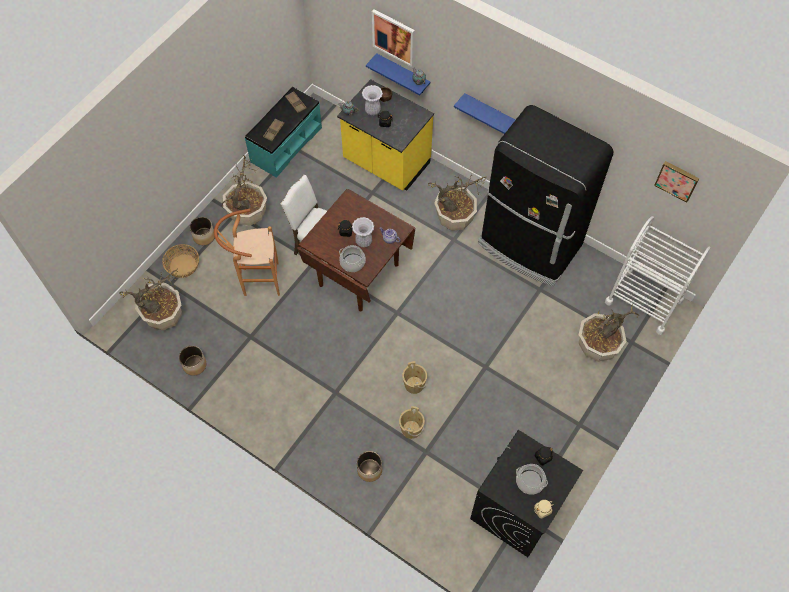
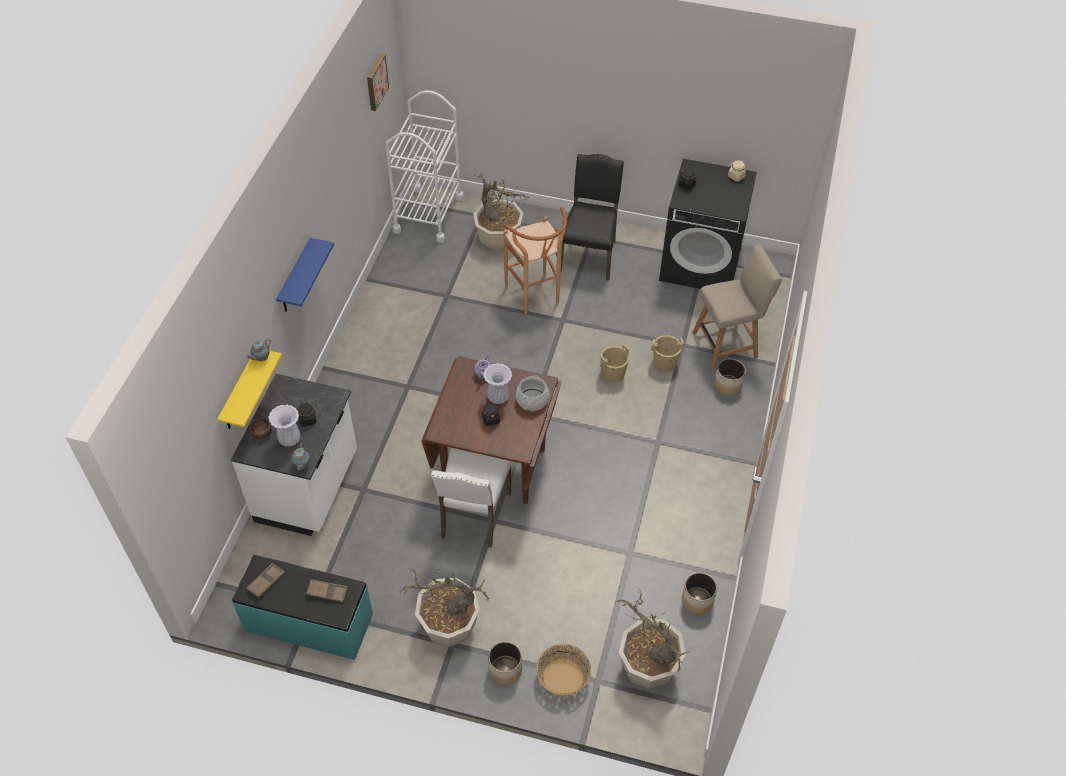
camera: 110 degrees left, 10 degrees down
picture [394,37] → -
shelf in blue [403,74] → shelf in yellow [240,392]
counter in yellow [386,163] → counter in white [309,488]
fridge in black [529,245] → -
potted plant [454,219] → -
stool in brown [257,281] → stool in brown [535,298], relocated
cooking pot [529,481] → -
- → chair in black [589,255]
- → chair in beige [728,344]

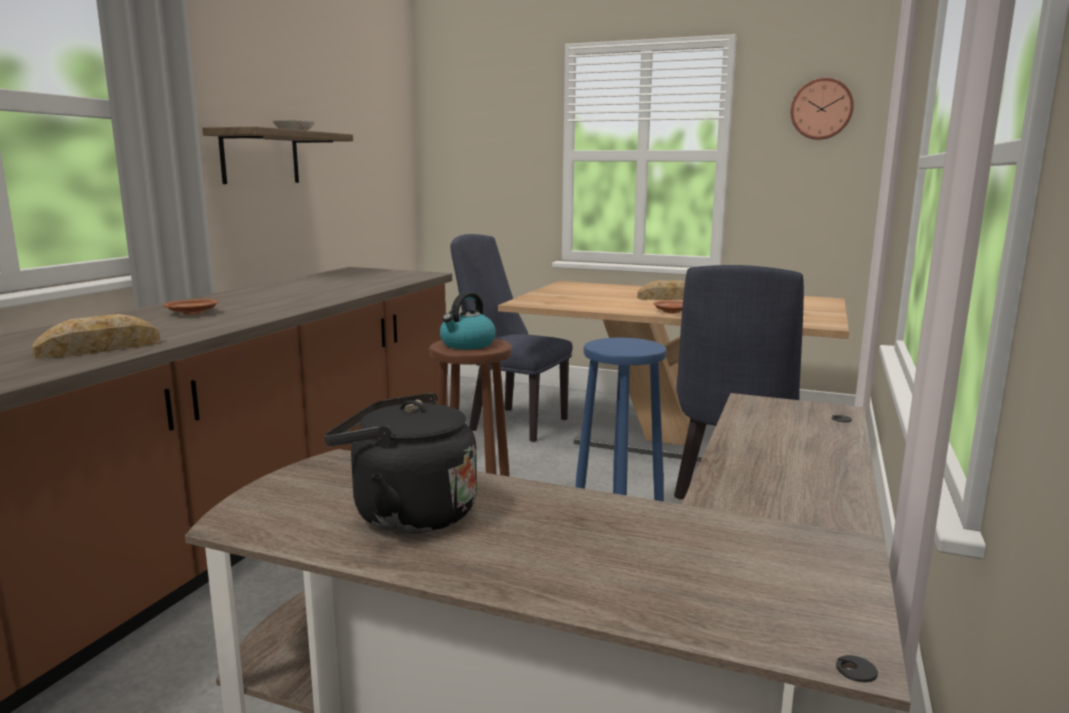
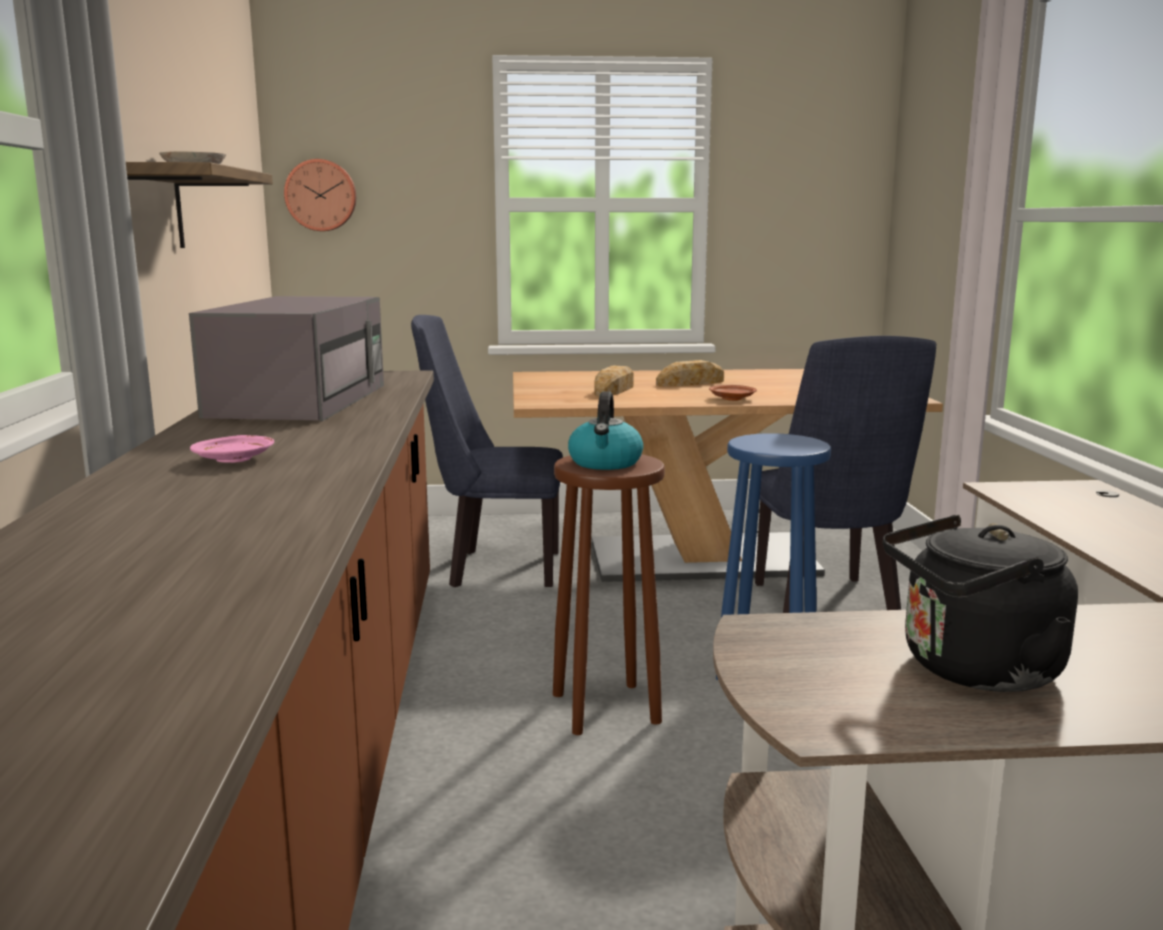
camera: 25 degrees left, 0 degrees up
wall clock [821,109] → wall clock [321,195], relocated
plate in brown [193,313] → plate in pink [235,460]
bread [99,348] → bread [613,390], relocated
- → microwave in grey [300,400]

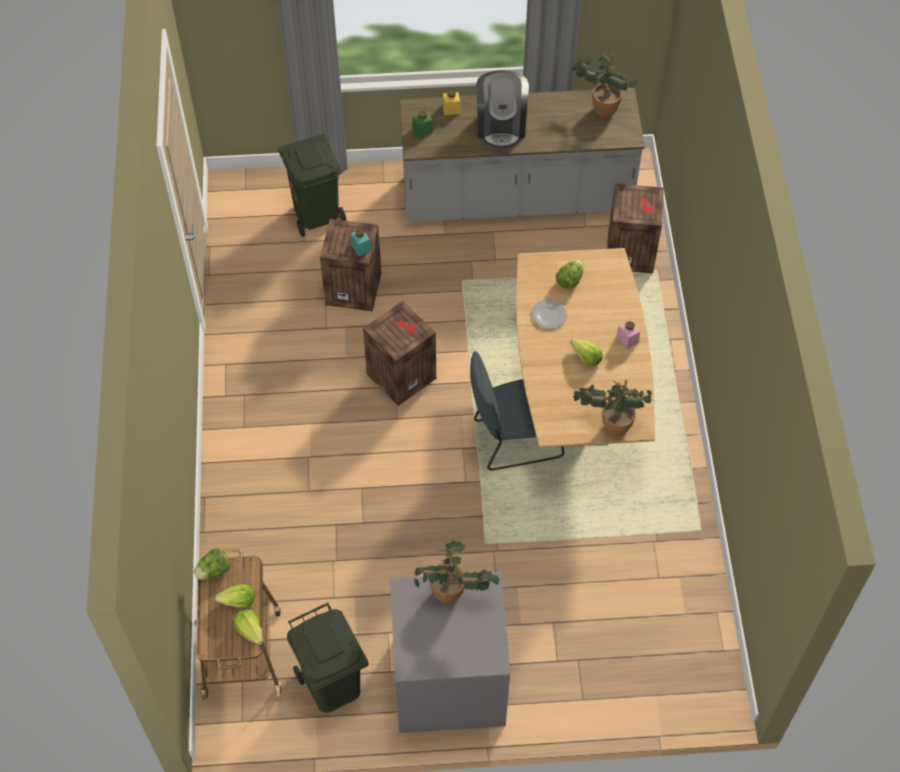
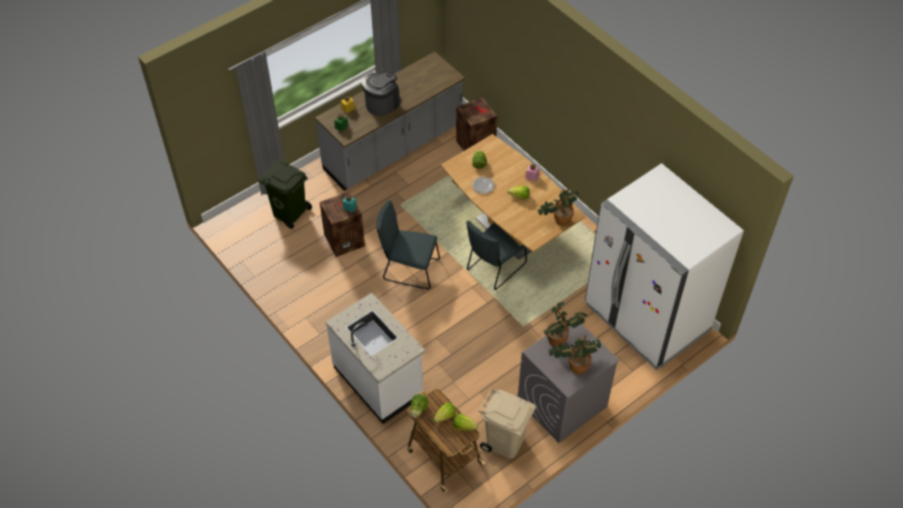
camera: 35 degrees left, 5 degrees down
potted plant [601,107] → potted plant [574,367], relocated
coffee machine [501,126] → coffee machine [382,103], 105 degrees counterclockwise
crate [401,375] → chair in grey [408,269]
trash can in green [331,685] → trash can in beige [504,442]
- → fridge in white [646,318]
- → counter in white [379,380]

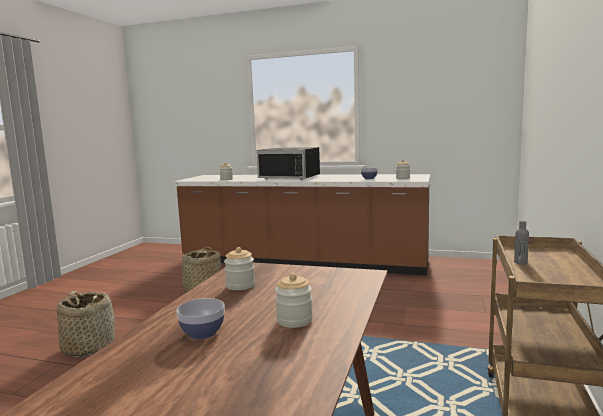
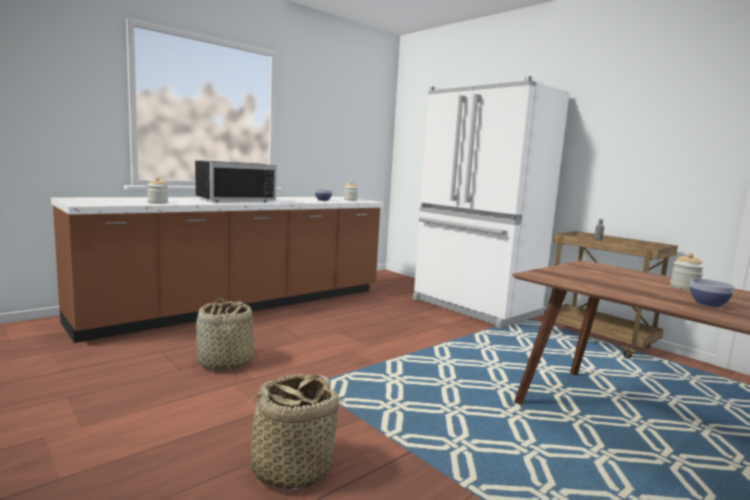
camera: 60 degrees left, 0 degrees up
jar [240,285] → -
- → fridge in white [473,308]

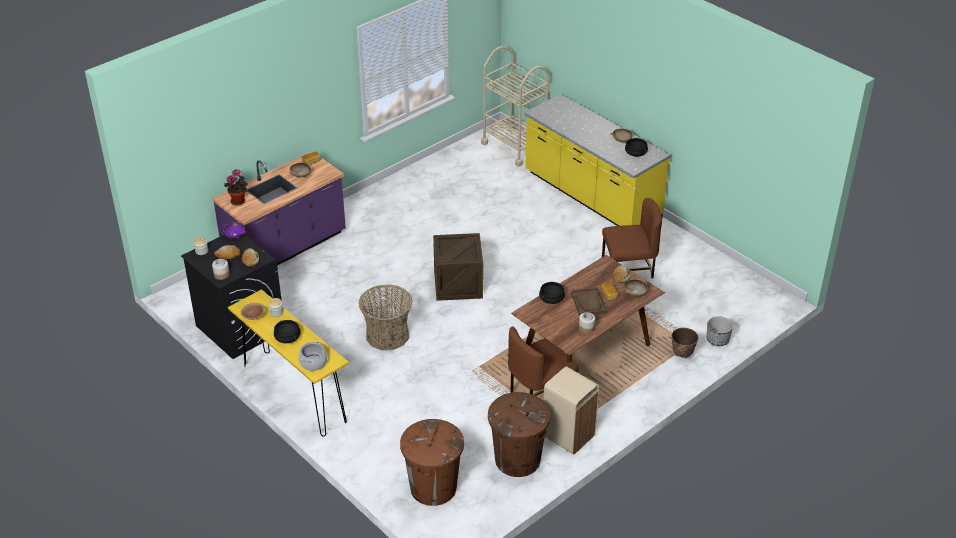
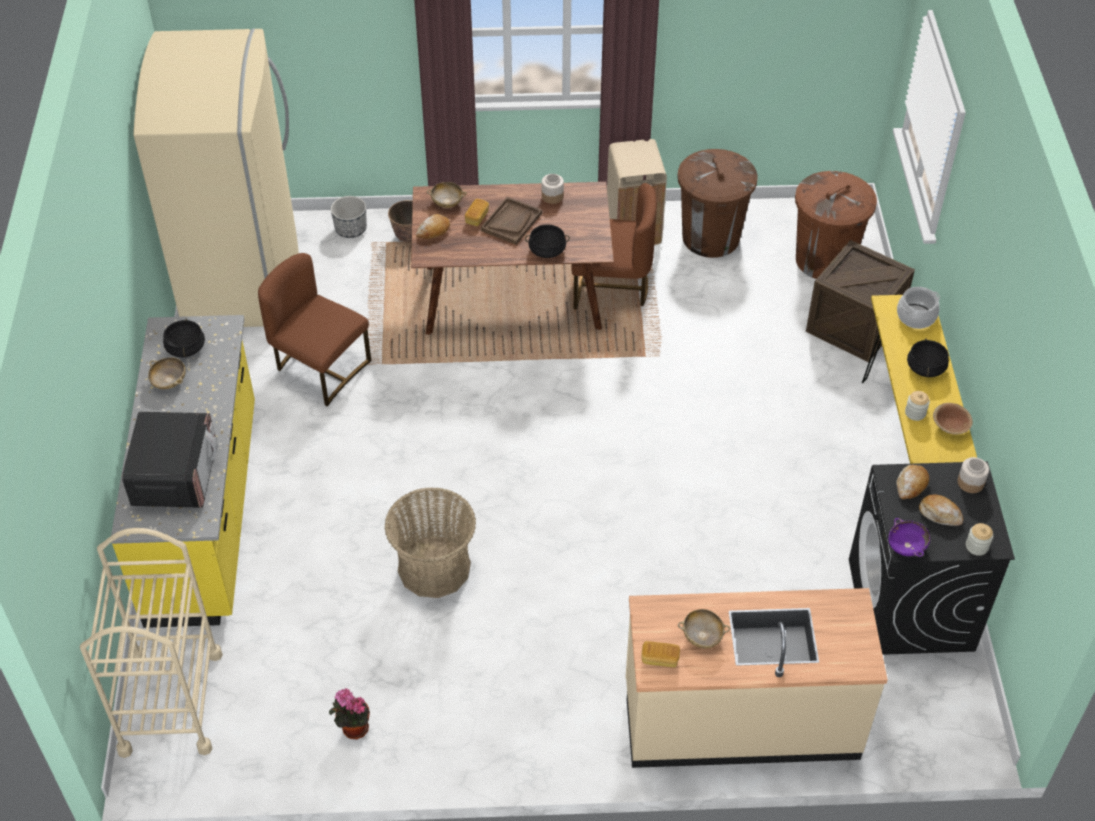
camera: 140 degrees left, 10 degrees up
counter in purple [286,249] → counter in beige [740,719]
potted plant [239,201] → potted plant [353,728], relocated
crate [458,284] → crate [854,325], relocated
basket [387,335] → basket [434,568], relocated
- → fridge in beige [243,276]
- → microwave [175,475]

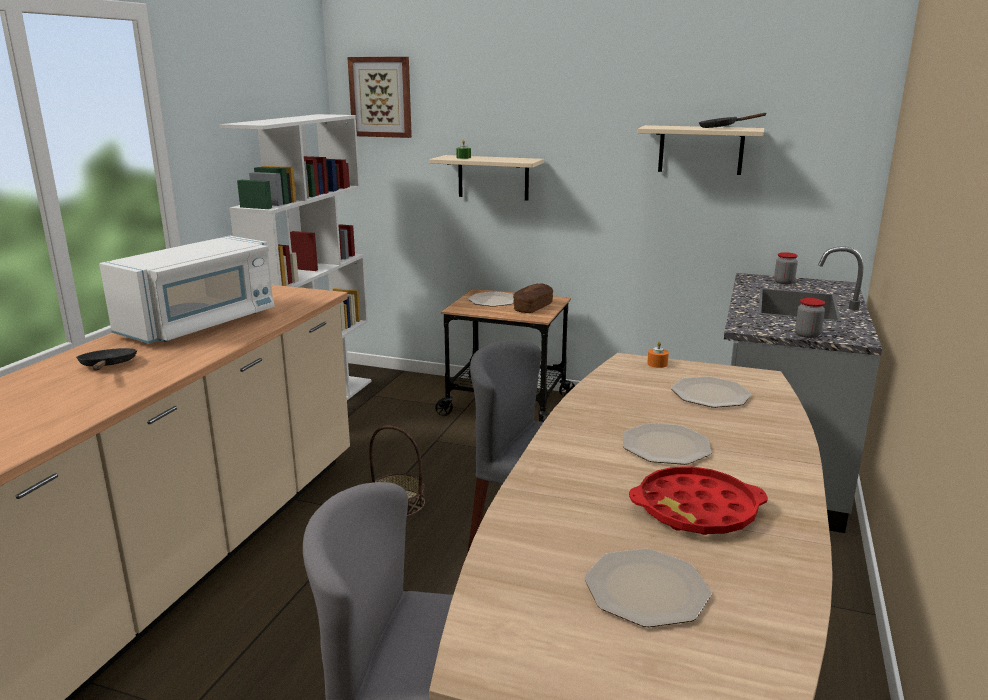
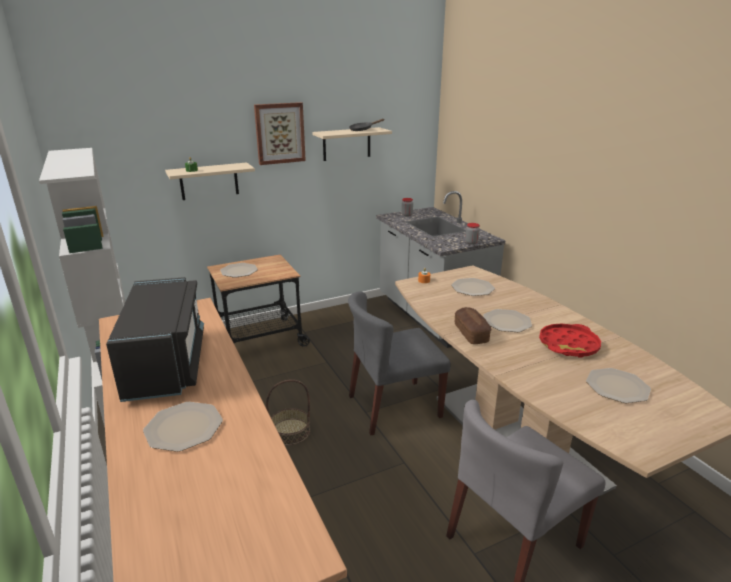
camera: 45 degrees left, 5 degrees up
picture [381,97] → picture [279,133], relocated
microwave in white [200,324] → microwave in black [166,363]
bread [533,307] → bread [471,333], relocated
frying pan in black [108,366] → plate [184,427]

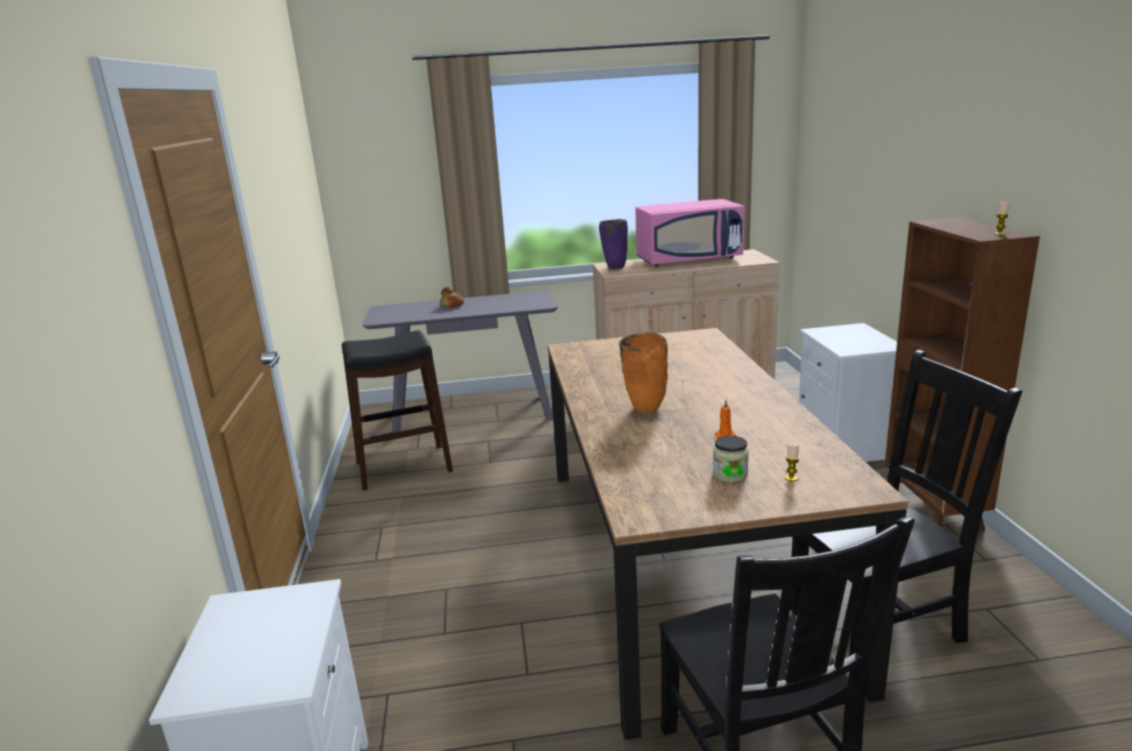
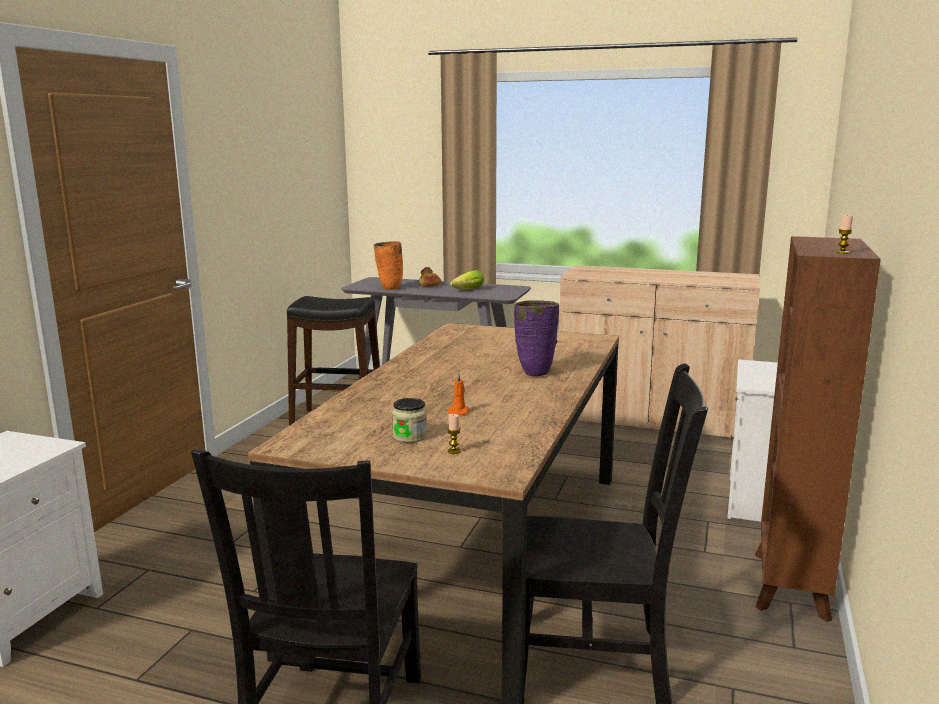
camera: 25 degrees right, 5 degrees down
microwave in pink [689,260] → -
vase in purple [615,267] → vase in purple [536,373], relocated
vase in orange [644,410] → vase in orange [389,288], relocated
- → lettuce [466,290]

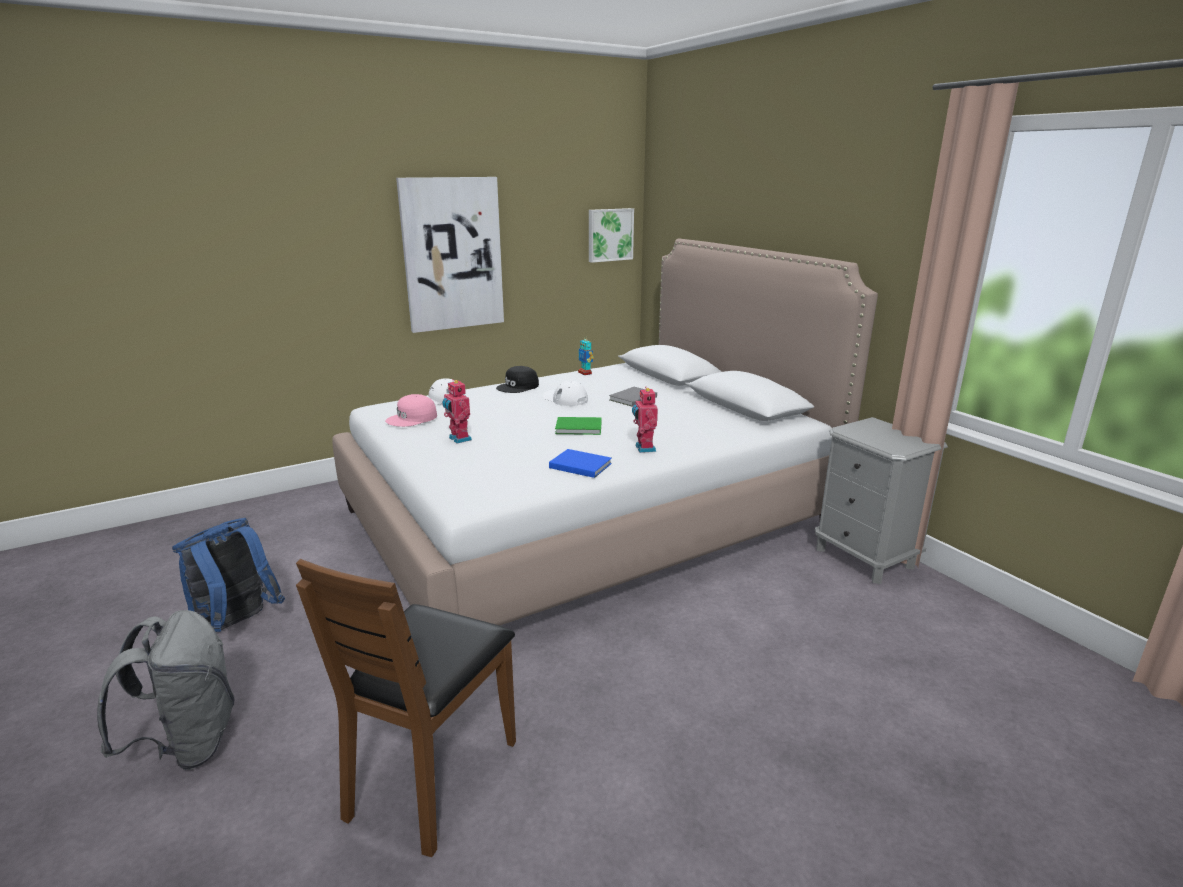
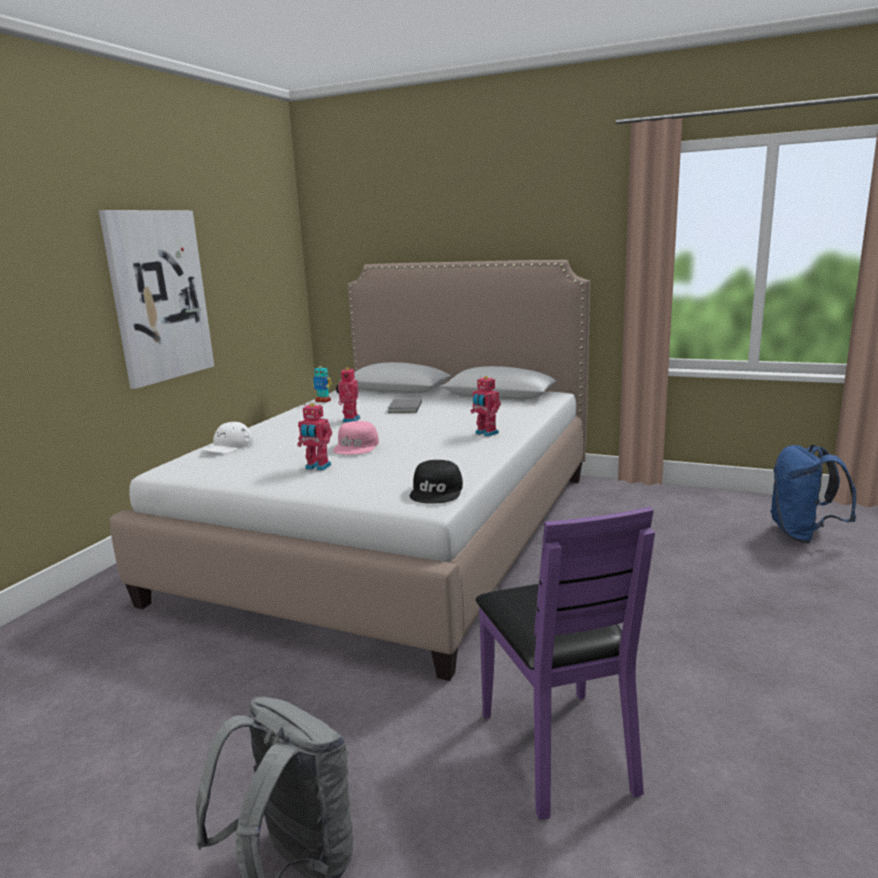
camera: 35 degrees left, 5 degrees down
picture [609,235] → -
cap in black [518,387] → cap in black [437,491], relocated
cap in white [565,399] → toy robot [350,420]
cap in pink [412,418] → cap in pink [357,446], relocated
book in green [580,428] → -
nightstand in grey [864,558] → -
book in blue [579,465] → -
backpack in blue [236,625] → backpack in blue [803,534], relocated
chair in brown [432,776] → chair in purple [558,749]

